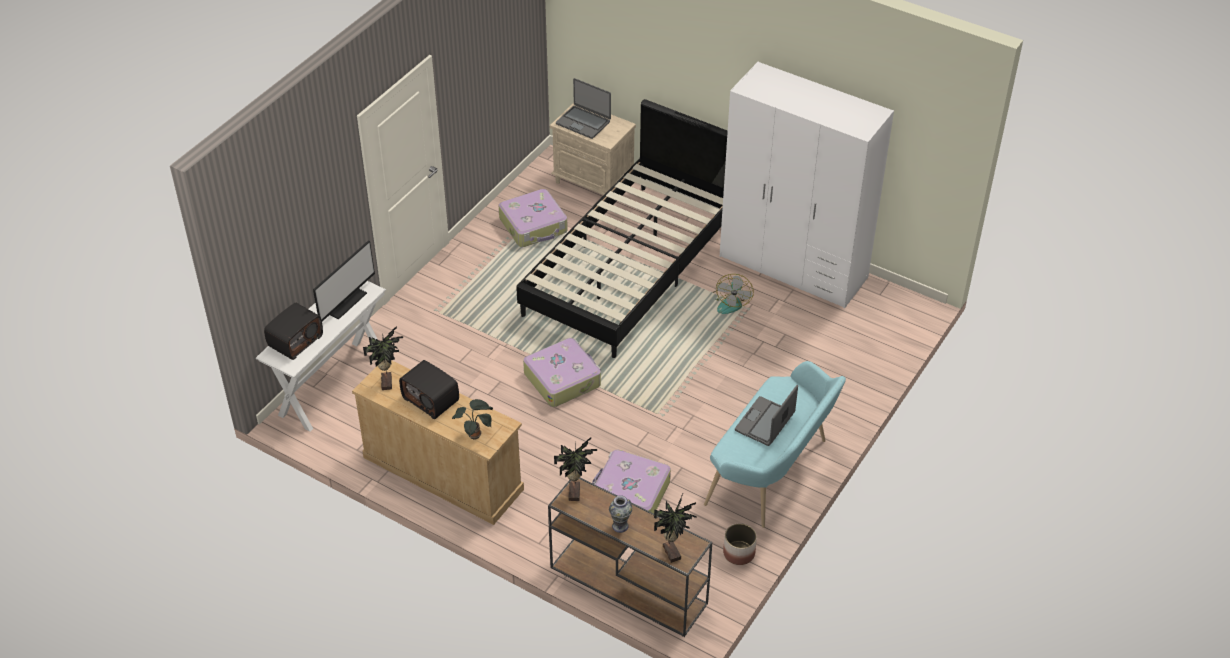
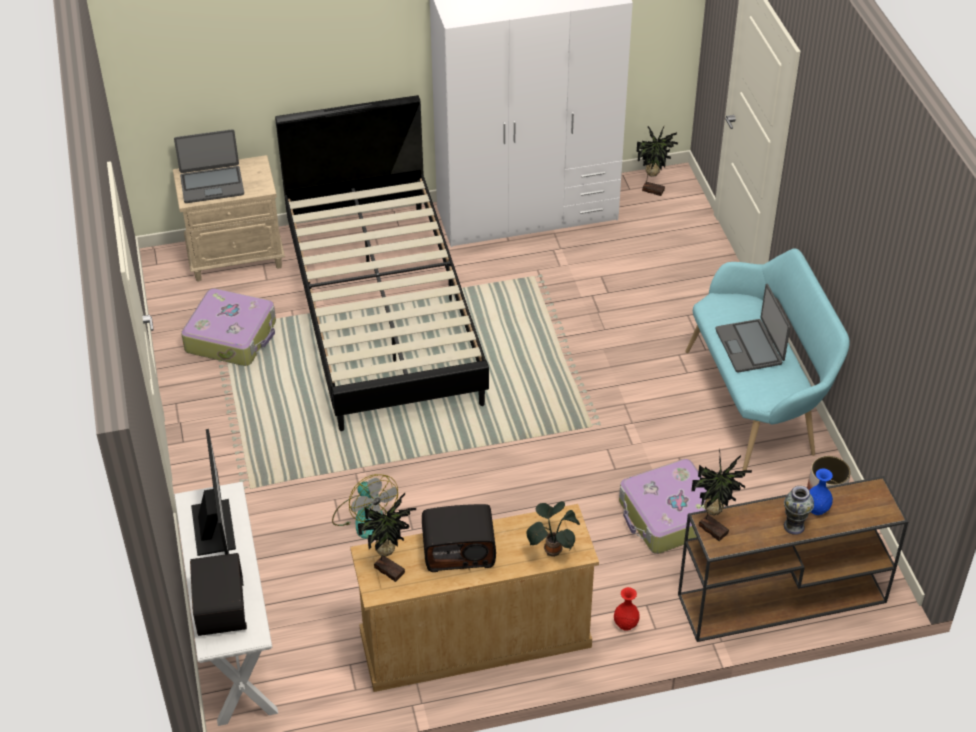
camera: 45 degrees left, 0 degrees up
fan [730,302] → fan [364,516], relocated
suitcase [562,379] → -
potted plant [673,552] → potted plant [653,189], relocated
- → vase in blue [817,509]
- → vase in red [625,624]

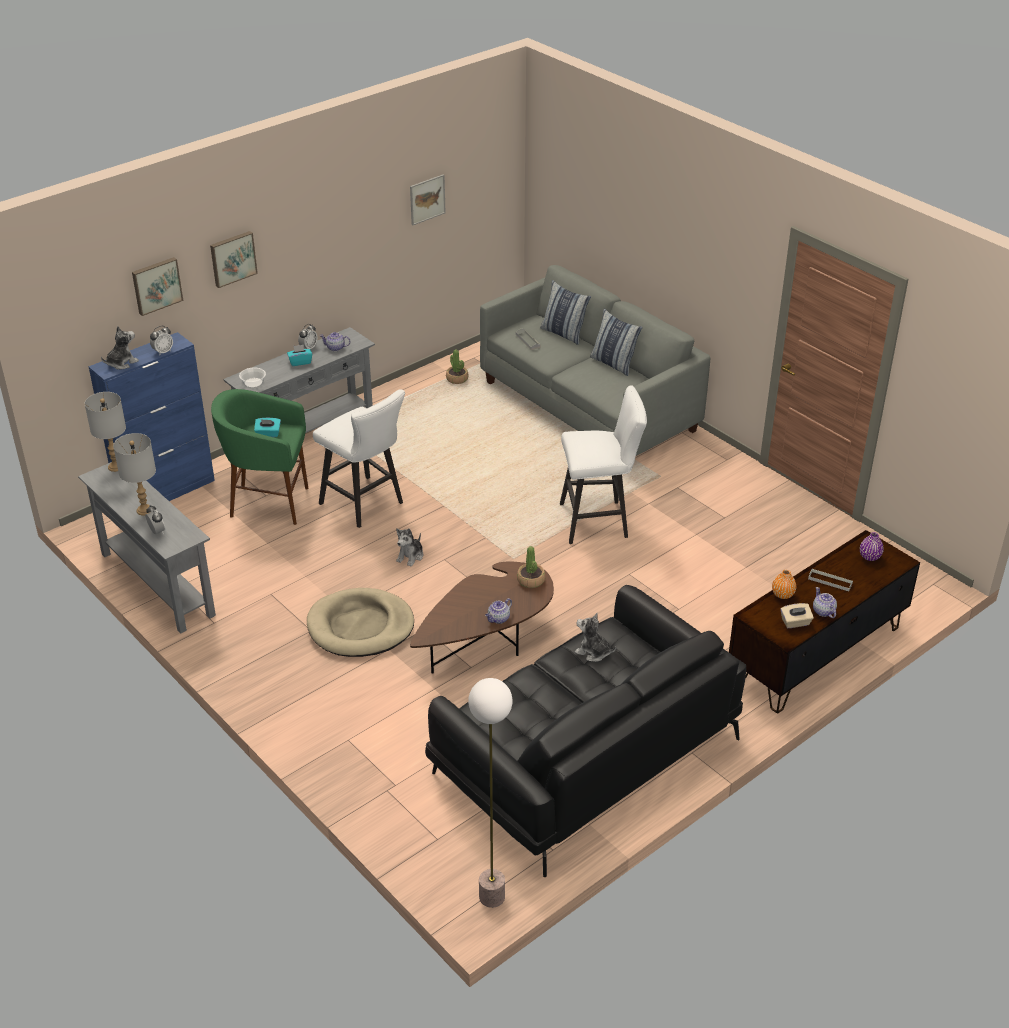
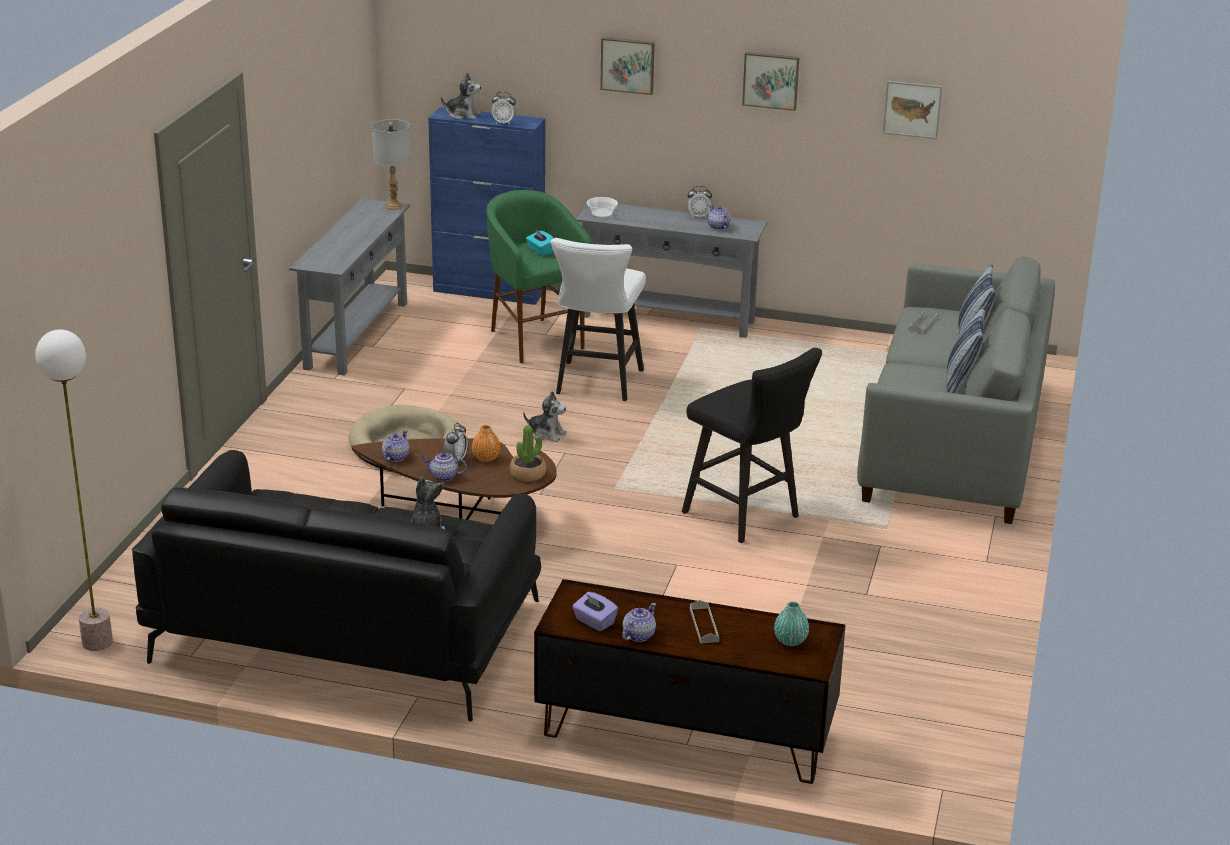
camera: 55 degrees right, 10 degrees down
picture [156,285] → picture [771,80], relocated
tissue box in turquoise [300,362] → -
potted plant [457,379] → -
stool in white [599,521] → stool in black [747,517]
table lamp in grey [144,510] → -
alarm clock [157,532] → alarm clock [456,459], relocated
plush toy [410,556] → plush toy [546,434], 150 degrees counterclockwise
vase in purple [869,557] → vase in turquoise [790,641]
vase in orange [782,594] → vase in orange [486,458], relocated
tissue box in beige [795,622] → tissue box in purple [594,622]
- → teapot [395,457]

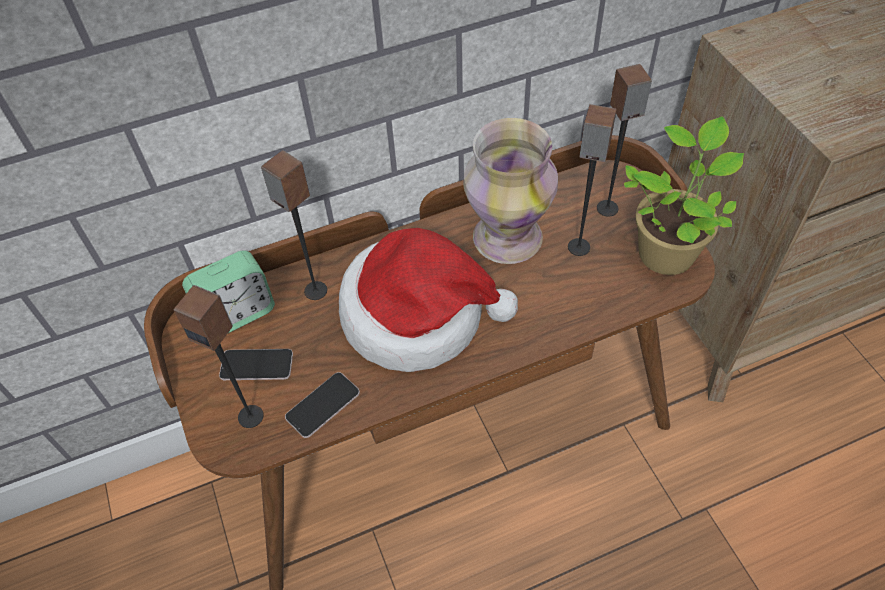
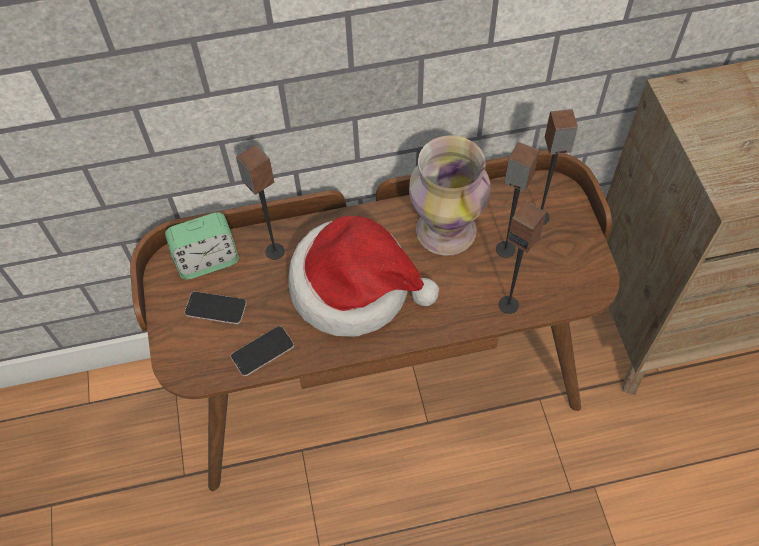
camera: 10 degrees right, 5 degrees up
potted plant [667,251] → -
speaker [251,416] → speaker [508,304], relocated

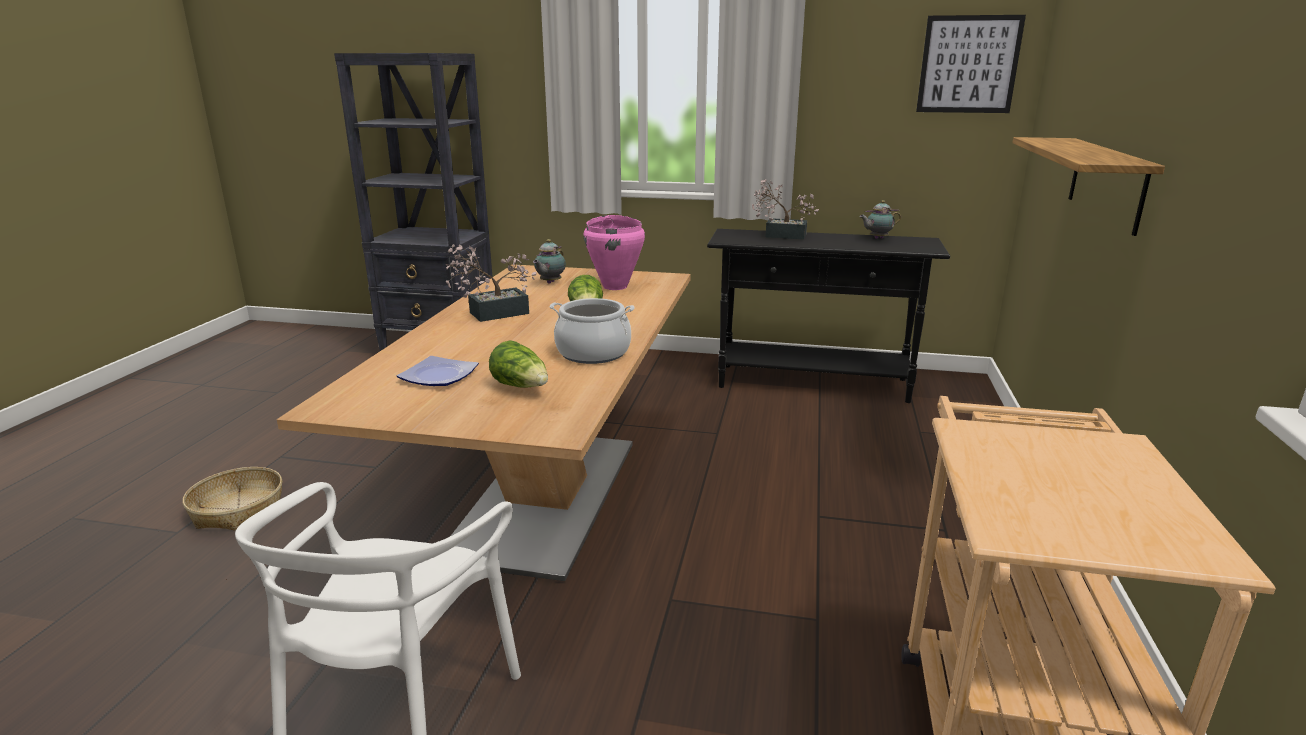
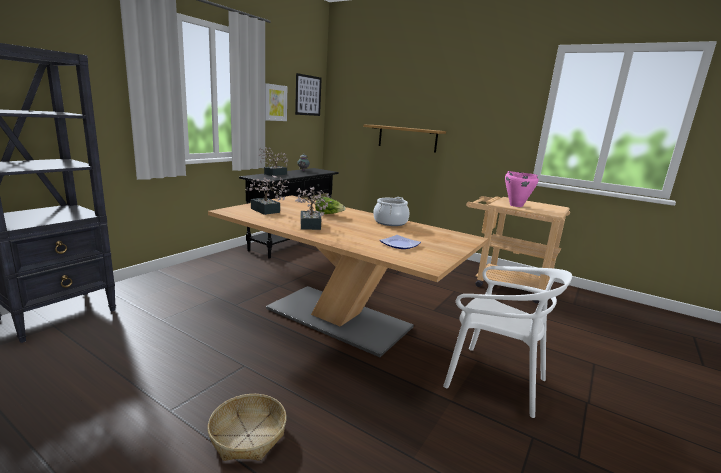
camera: 70 degrees left, 5 degrees down
cooking pot in pink [615,286] → cooking pot in pink [515,205], relocated
teapot [549,283] → potted plant [266,211]
lettuce [521,386] → -
- → picture [275,102]

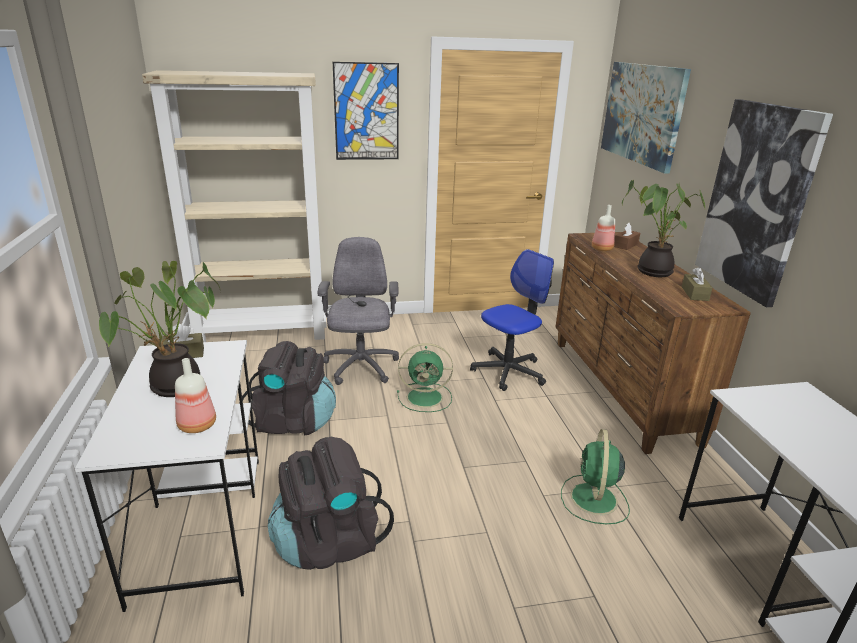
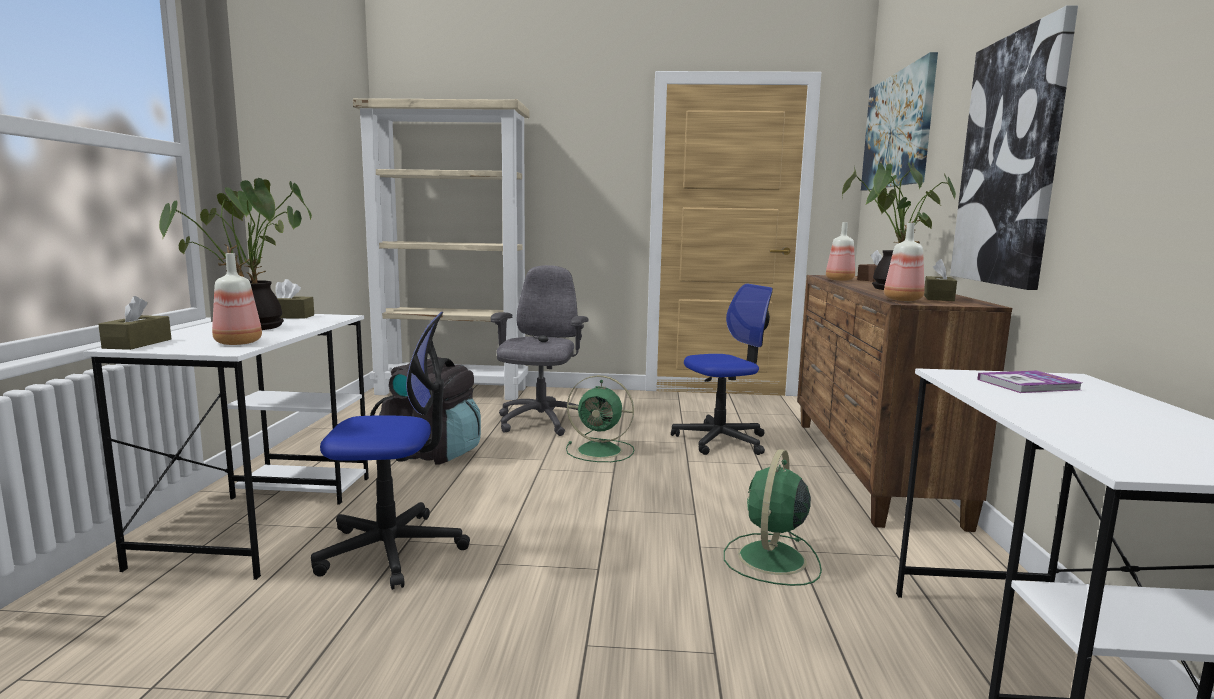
camera: 15 degrees right, 15 degrees down
picture [366,112] → -
backpack in black [329,542] → office chair [392,550]
- → bottle [904,300]
- → tissue box in brown [137,344]
- → book [1028,384]

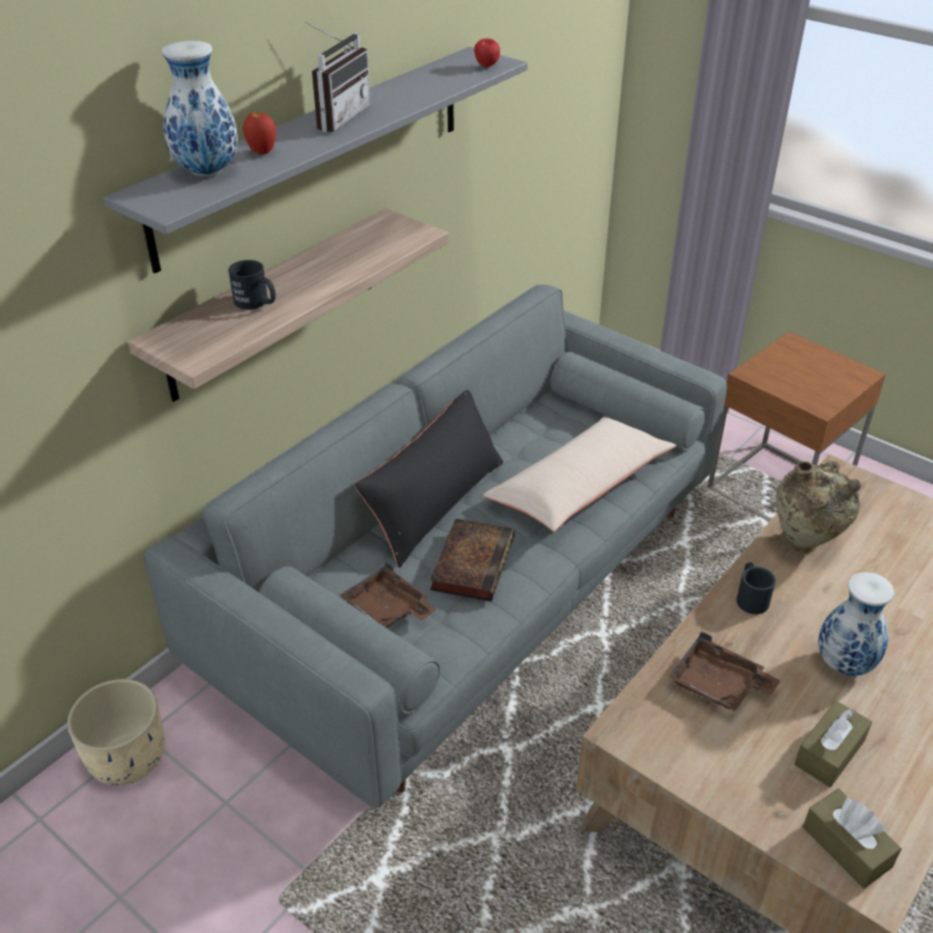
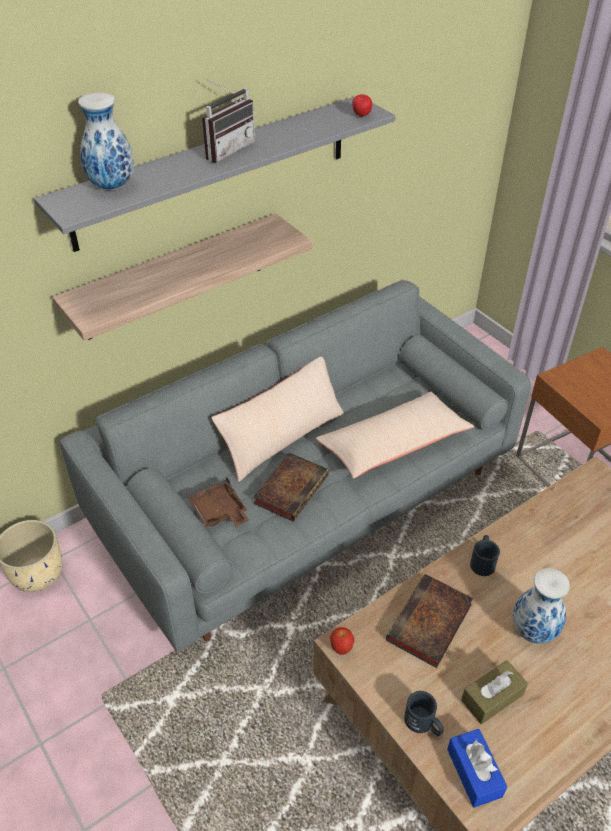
camera: 15 degrees right, 5 degrees up
apple [262,152] → apple [341,648], relocated
mug in black [256,303] → mug in black [424,724], relocated
pillow in black [435,504] → pillow in beige [282,437]
vase in beige [804,545] → -
tray in brown [718,685] → book [429,625]
tissue box in brown [846,847] → tissue box in blue [474,772]

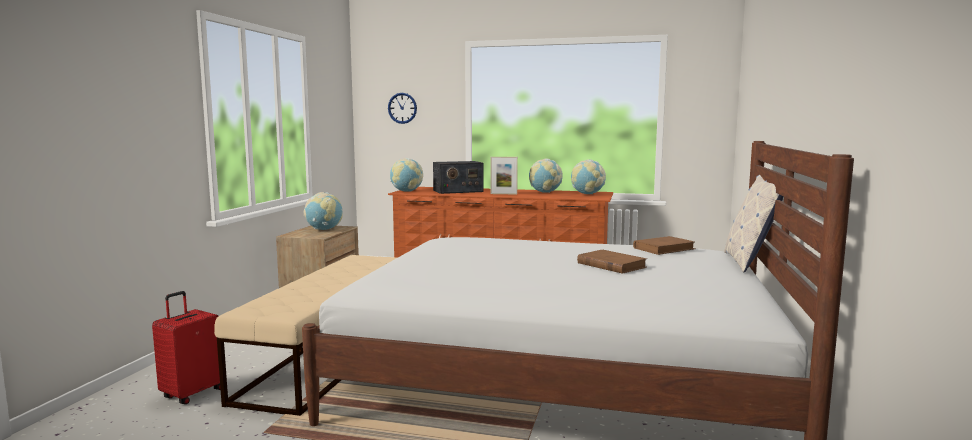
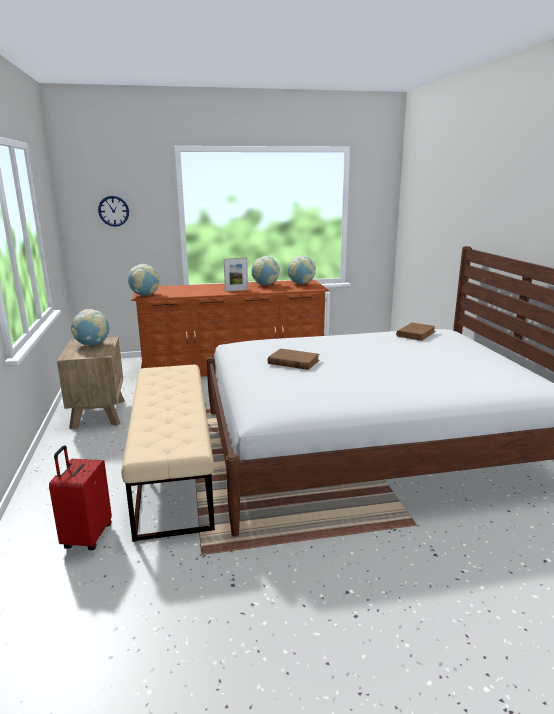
camera: 25 degrees left, 10 degrees up
radio [457,191] → -
pillow [749,262] → -
book in brown [611,265] → book in brown [293,362], relocated

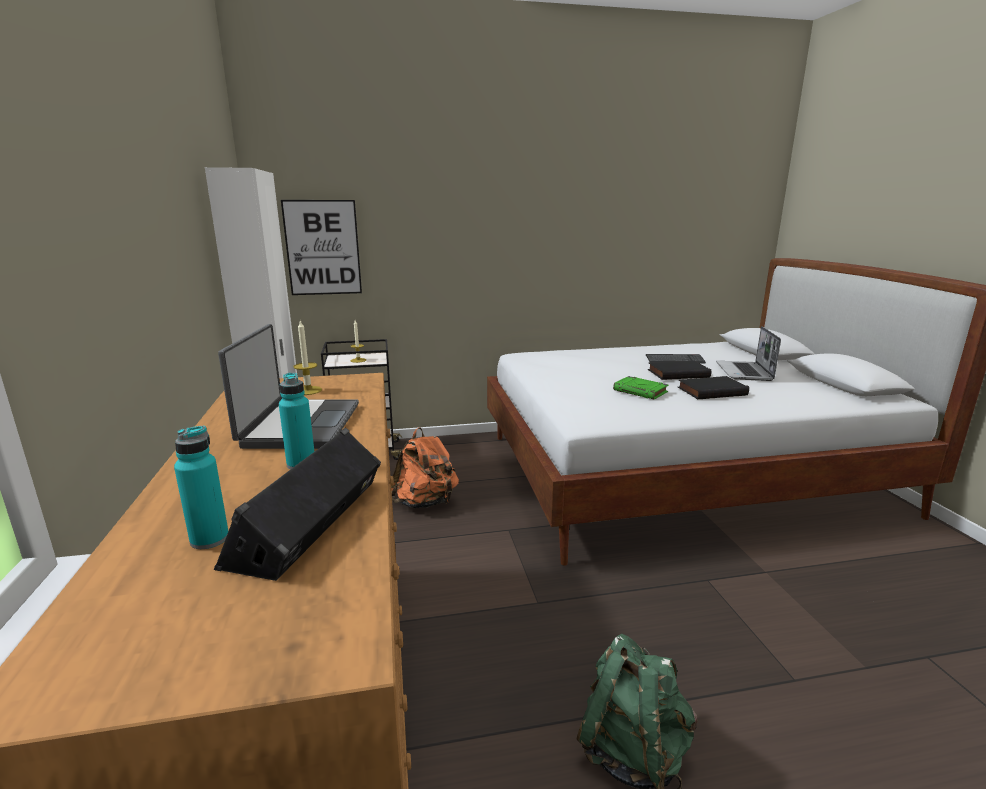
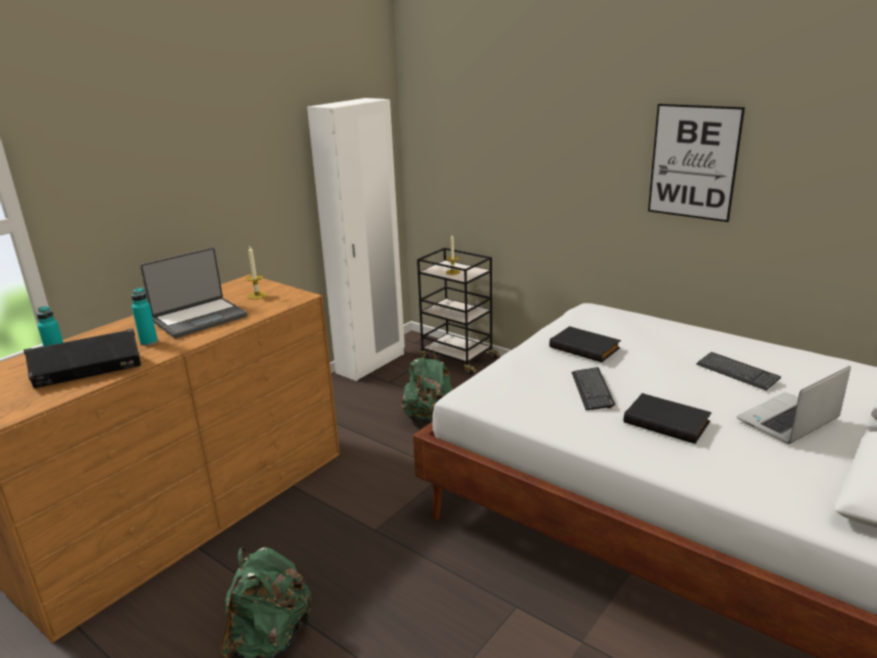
camera: 50 degrees right, 5 degrees up
picture [323,248] → picture [693,162], relocated
book in black [678,373] → book in black [585,347], relocated
book in green [641,391] → keyboard [592,390]
backpack in orange [425,503] → backpack in green [430,419]

